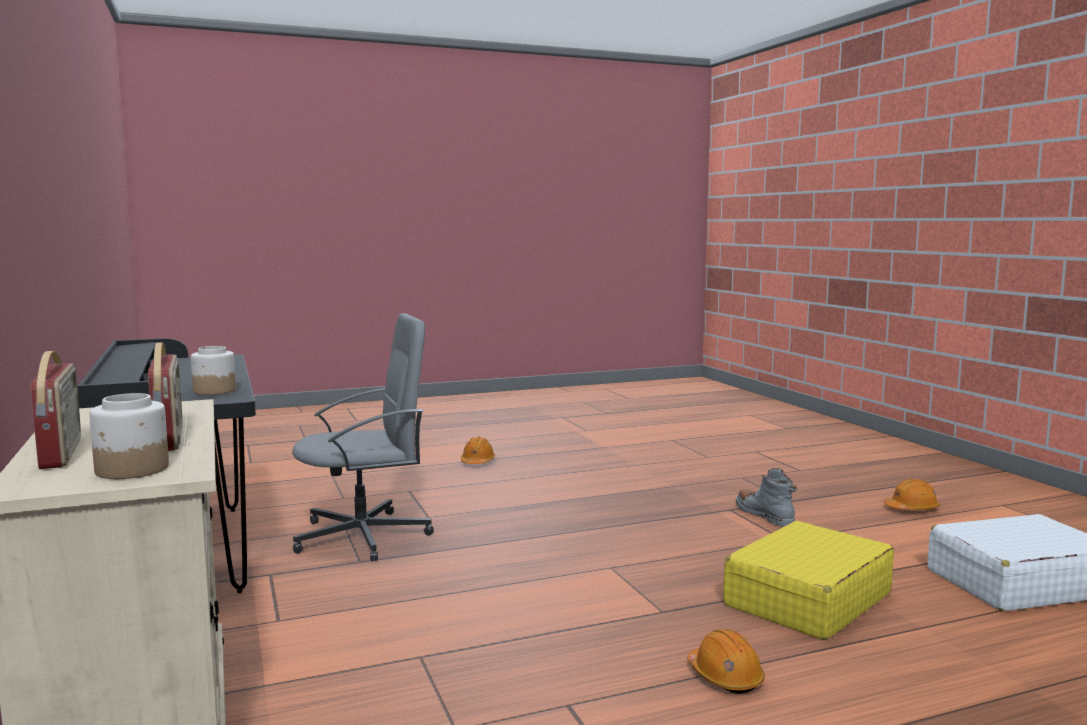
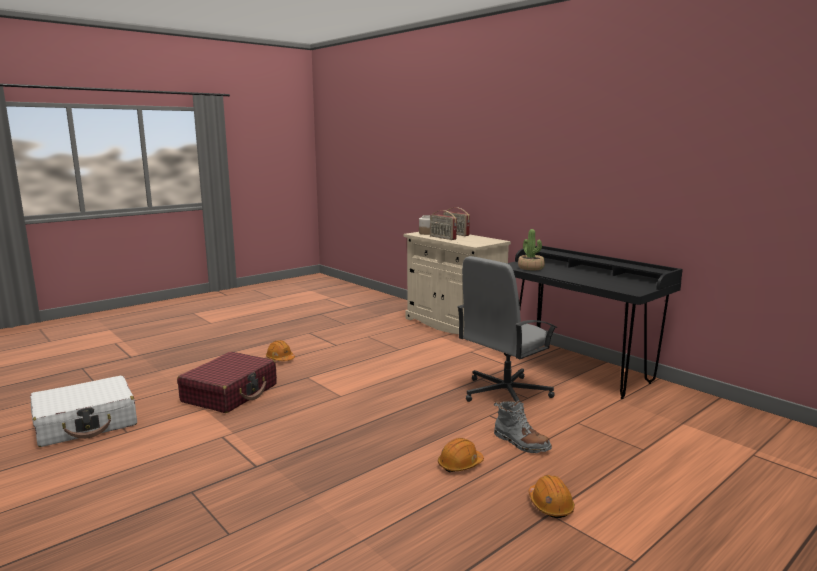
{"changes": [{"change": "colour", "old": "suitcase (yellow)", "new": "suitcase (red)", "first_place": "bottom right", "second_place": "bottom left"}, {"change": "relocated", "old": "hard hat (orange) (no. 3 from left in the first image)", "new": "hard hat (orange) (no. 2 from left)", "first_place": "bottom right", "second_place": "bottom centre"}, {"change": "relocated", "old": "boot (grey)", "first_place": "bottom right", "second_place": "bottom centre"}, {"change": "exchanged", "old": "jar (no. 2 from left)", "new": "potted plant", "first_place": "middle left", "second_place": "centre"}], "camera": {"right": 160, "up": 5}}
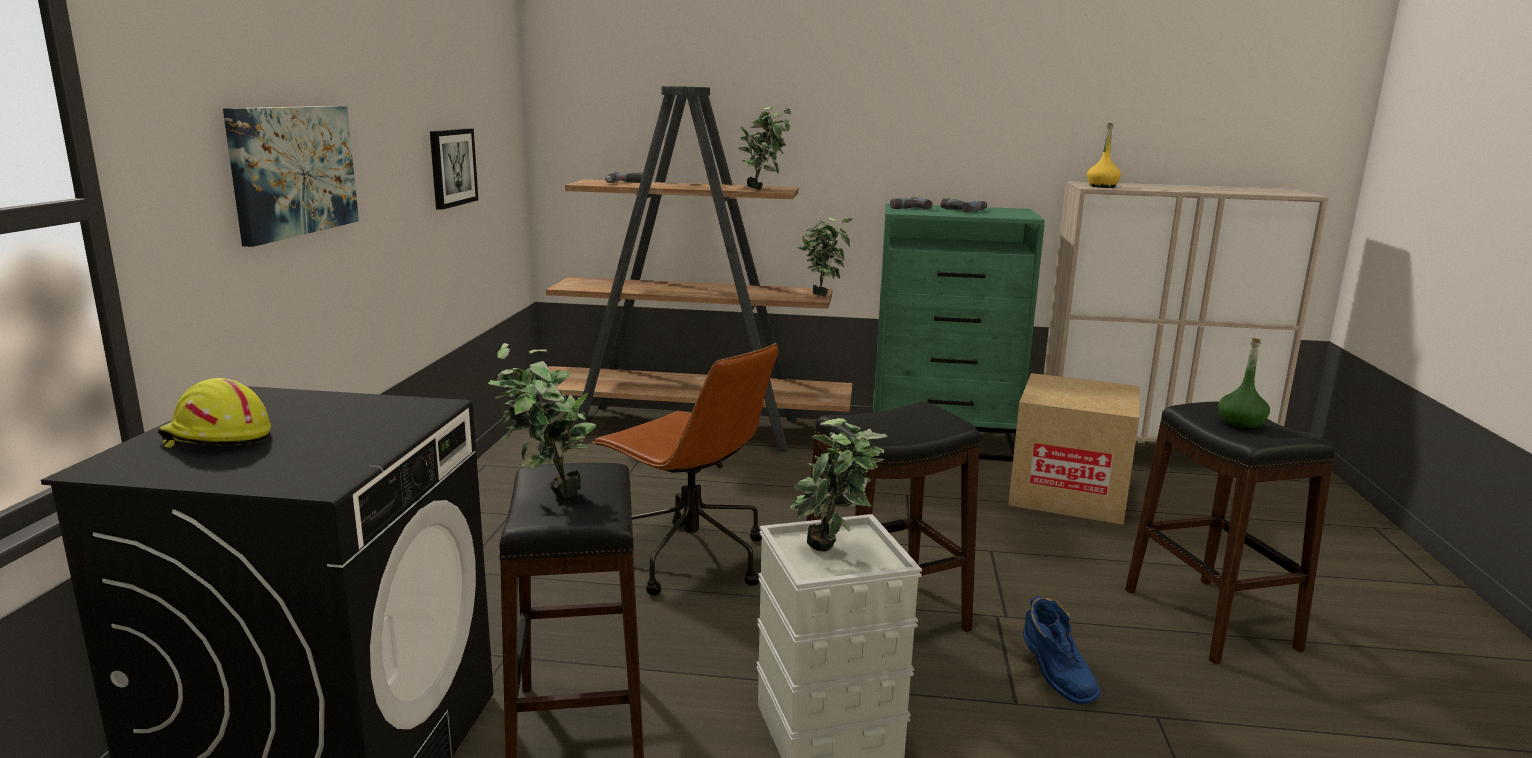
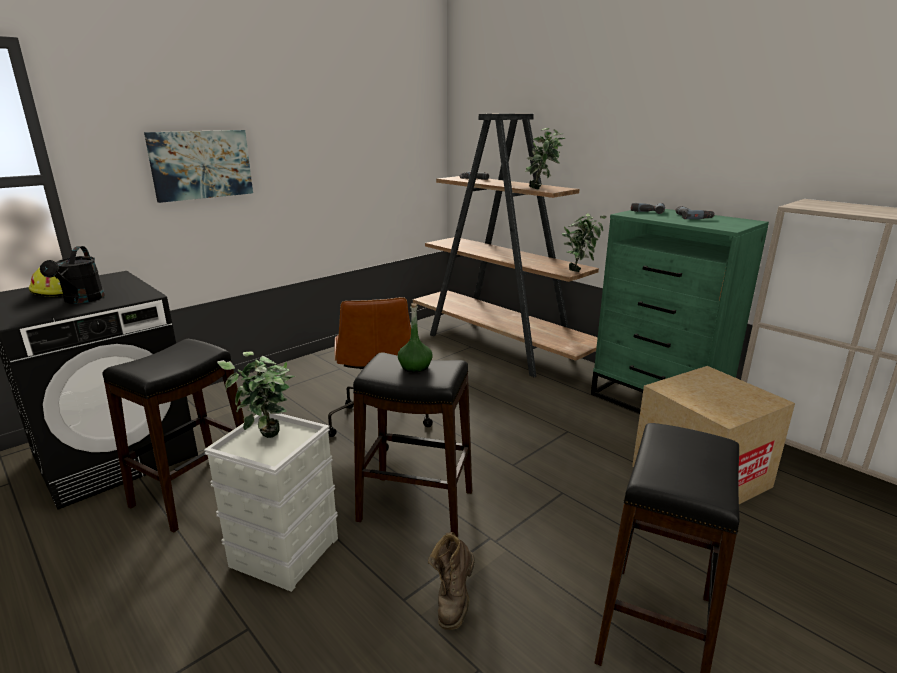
{"changes": [{"change": "appeared", "new": "watering can (black)", "second_place": "middle left"}, {"change": "relocated", "old": "bottle (green)", "first_place": "middle right", "second_place": "centre"}, {"change": "colour", "old": "boot (blue)", "new": "boot (brown)", "first_place": "bottom right", "second_place": "bottom centre"}, {"change": "missing", "old": "picture (no. 2 from left)", "first_place": "top left"}, {"change": "missing", "old": "potted plant (no. 1 from left)", "first_place": "centre"}, {"change": "missing", "old": "bottle (yellow)", "first_place": "top right"}], "camera": {"right": 40, "up": 5}}
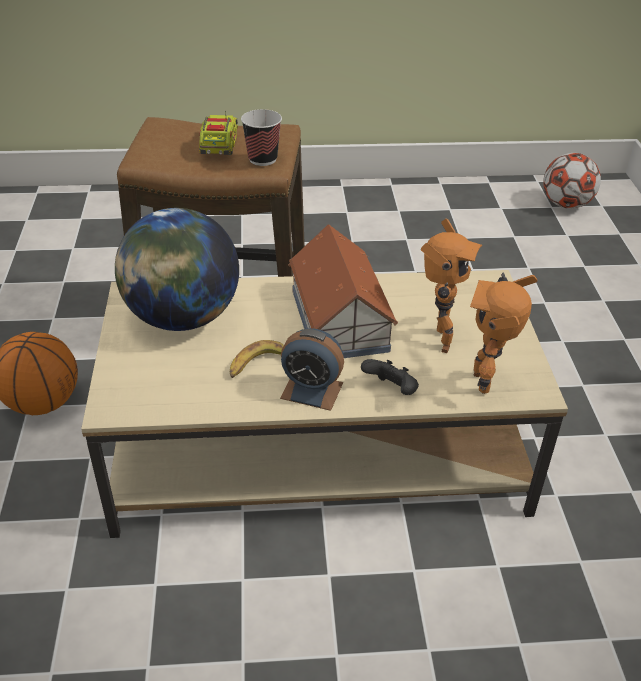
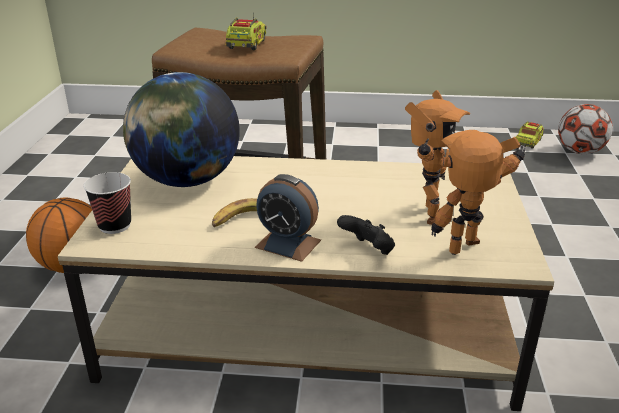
{"changes": [{"change": "relocated", "old": "cup", "first_place": "top centre", "second_place": "middle left"}, {"change": "spun", "old": "toy robot (no. 2 from left)", "first_place": "middle right", "second_place": "middle right", "degrees": 45}, {"change": "appeared", "new": "toy truck (no. 2 from left)", "second_place": "top right"}, {"change": "missing", "old": "toy house", "first_place": "centre"}], "camera": {"right": 10, "up": -10}}
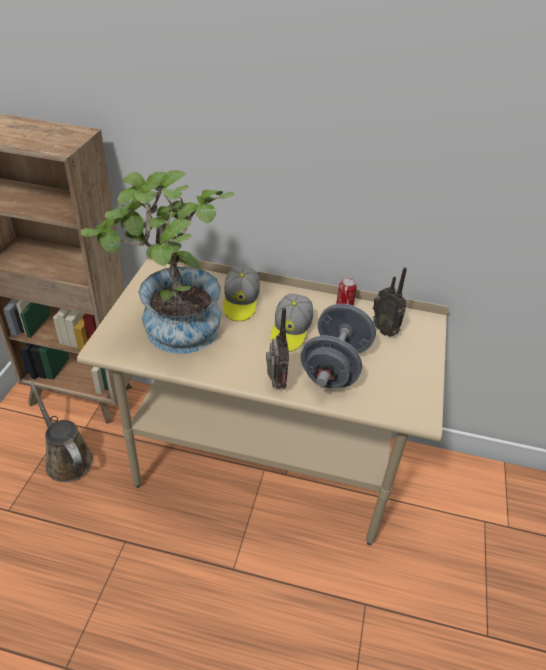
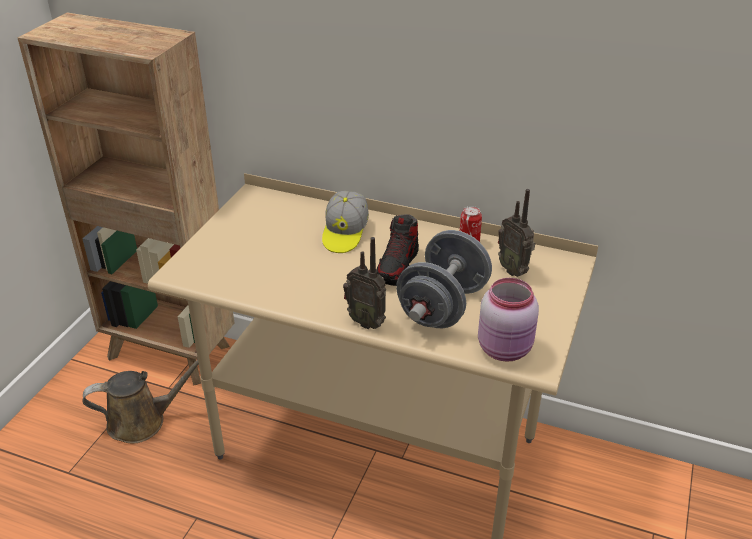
{"changes": [{"change": "spun", "old": "watering can (brown)", "first_place": "middle left", "second_place": "bottom left", "degrees": 105}, {"change": "spun", "old": "radio (no. 1 from left)", "first_place": "centre", "second_place": "centre", "degrees": 120}, {"change": "exchanged", "old": "cap (no. 2 from left)", "new": "shoe", "first_place": "centre", "second_place": "centre"}, {"change": "appeared", "new": "jar (pink)", "second_place": "middle right"}, {"change": "missing", "old": "potted plant", "first_place": "middle left"}], "camera": {"right": 10, "up": -5}}
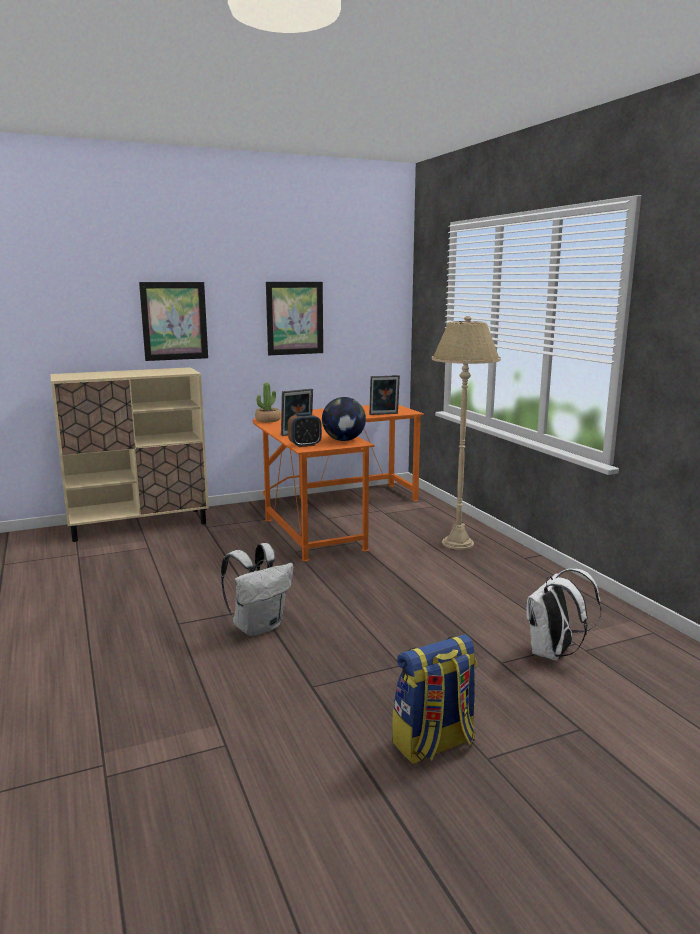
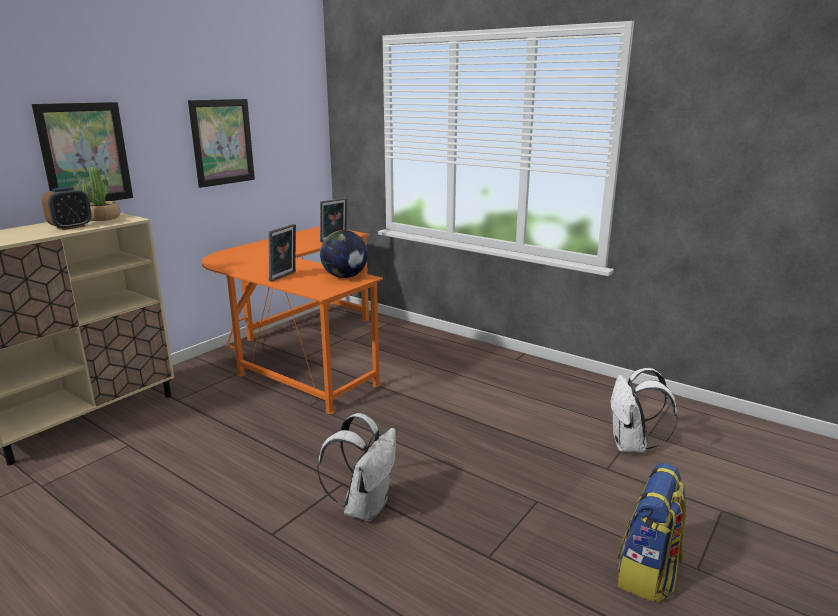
{"changes": [{"change": "relocated", "old": "alarm clock", "first_place": "centre", "second_place": "middle left"}, {"change": "relocated", "old": "potted plant", "first_place": "centre", "second_place": "top left"}, {"change": "missing", "old": "floor lamp (beige)", "first_place": "centre"}], "camera": {"right": -30, "up": 5}}
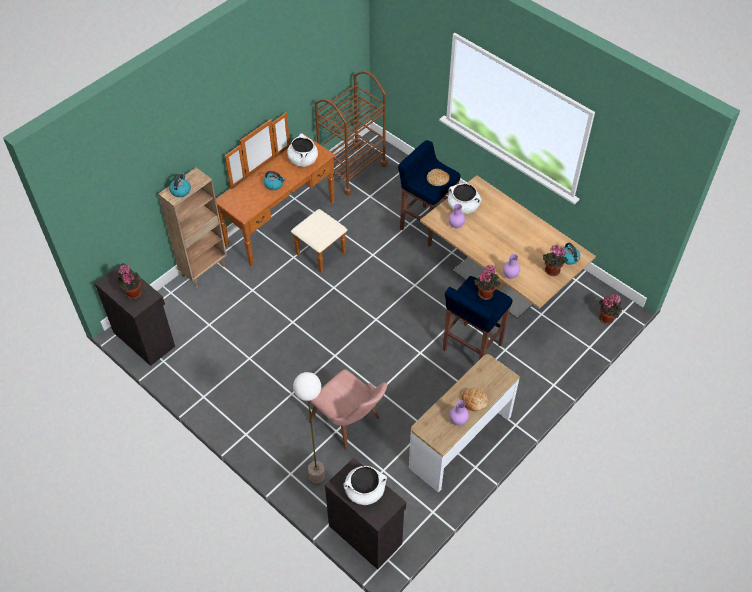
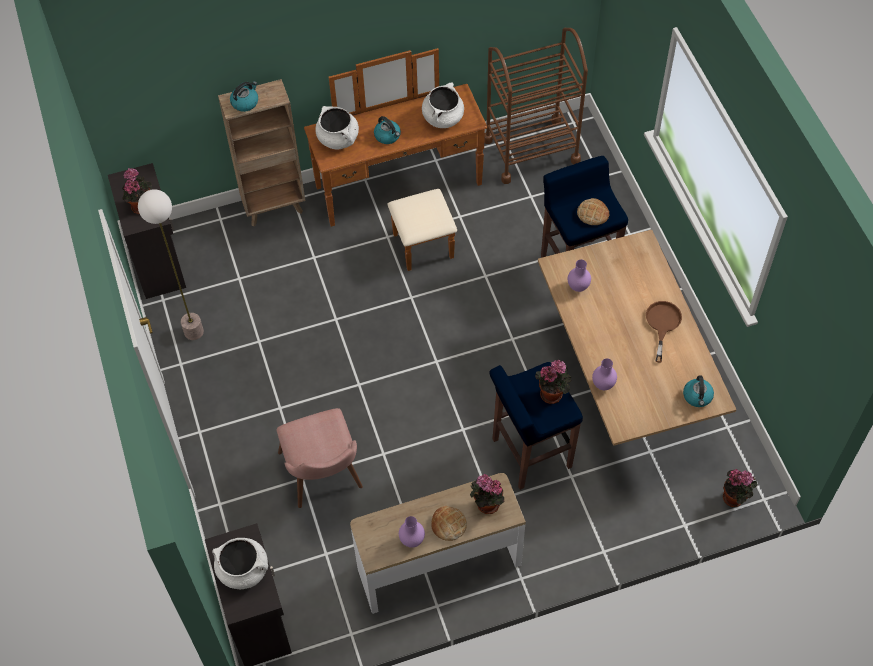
{"changes": [{"change": "relocated", "old": "floor lamp", "first_place": "bottom centre", "second_place": "middle left"}, {"change": "relocated", "old": "cooking pot (white) (no. 3 from left in the first image)", "new": "cooking pot (white) (no. 2 from left)", "first_place": "centre", "second_place": "top centre"}, {"change": "relocated", "old": "potted plant (no. 3 from left in the first image)", "new": "potted plant (no. 2 from left)", "first_place": "middle right", "second_place": "bottom centre"}, {"change": "appeared", "new": "frying pan (brown)", "second_place": "middle right"}], "camera": {"right": 30, "up": 5}}
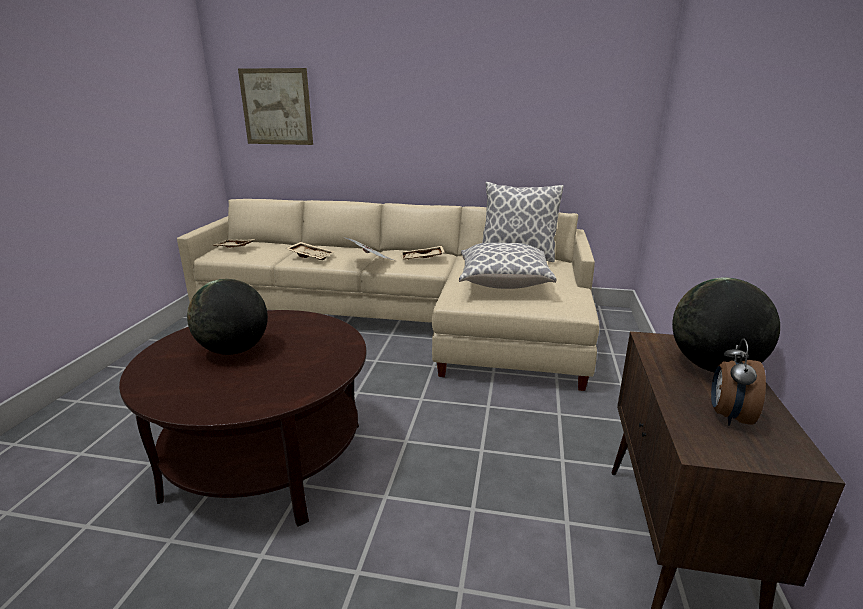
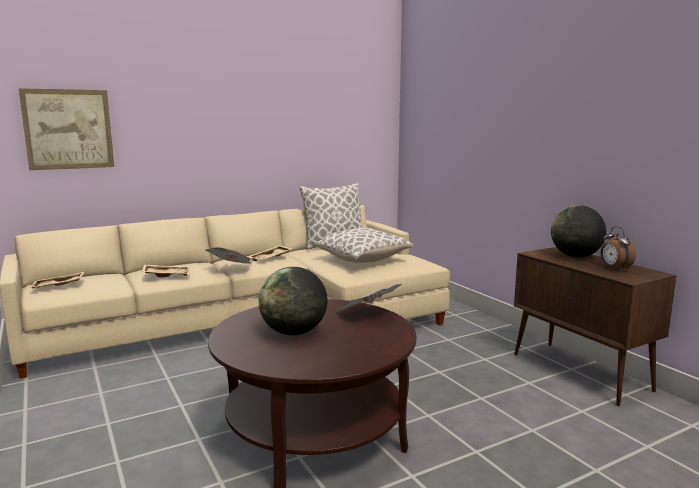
{"changes": [{"change": "appeared", "new": "newspaper (no. 2 from left)", "second_place": "centre"}], "camera": {"right": -40, "up": -10}}
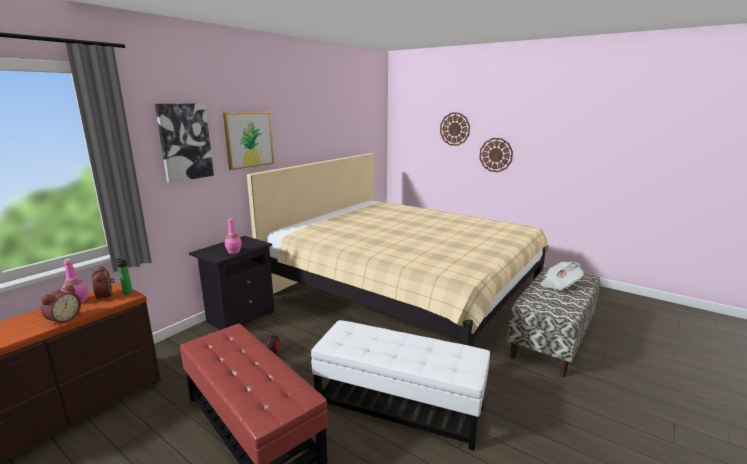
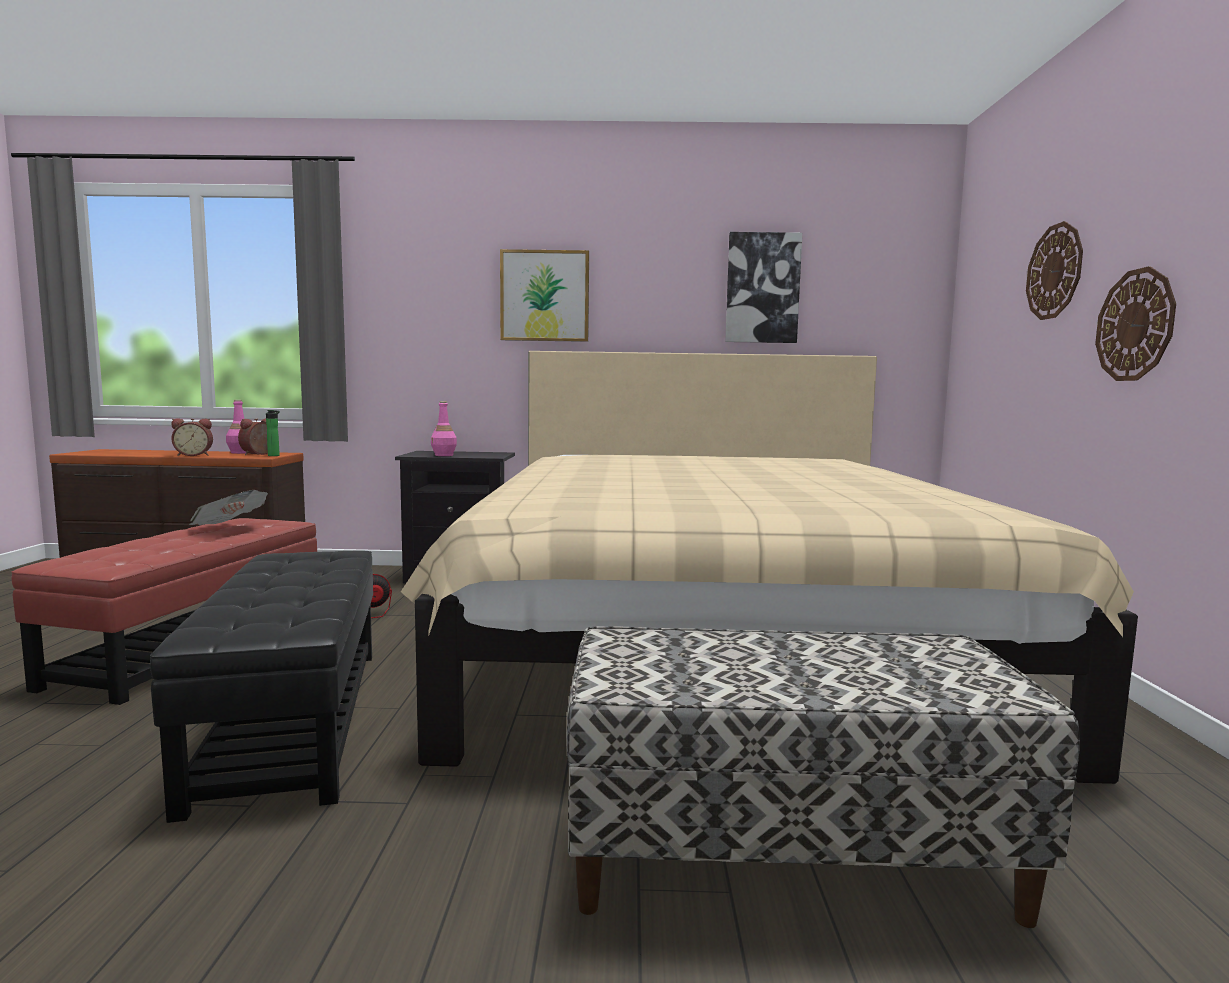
{"changes": [{"change": "colour", "old": "ottoman (white)", "new": "ottoman (black)", "first_place": "bottom centre", "second_place": "bottom left"}, {"change": "relocated", "old": "newspaper", "first_place": "middle right", "second_place": "middle left"}, {"change": "relocated", "old": "picture (no. 1 from left in the first image)", "new": "picture (no. 2 from left)", "first_place": "top left", "second_place": "top centre"}], "camera": {"right": 55, "up": -10}}
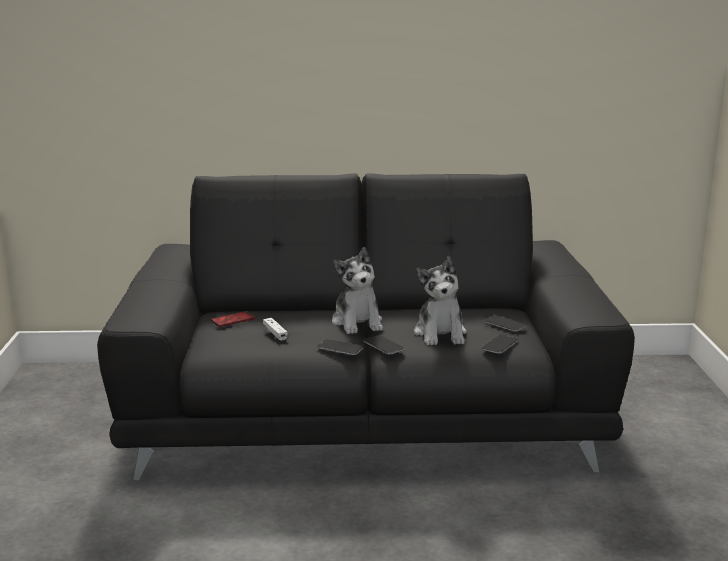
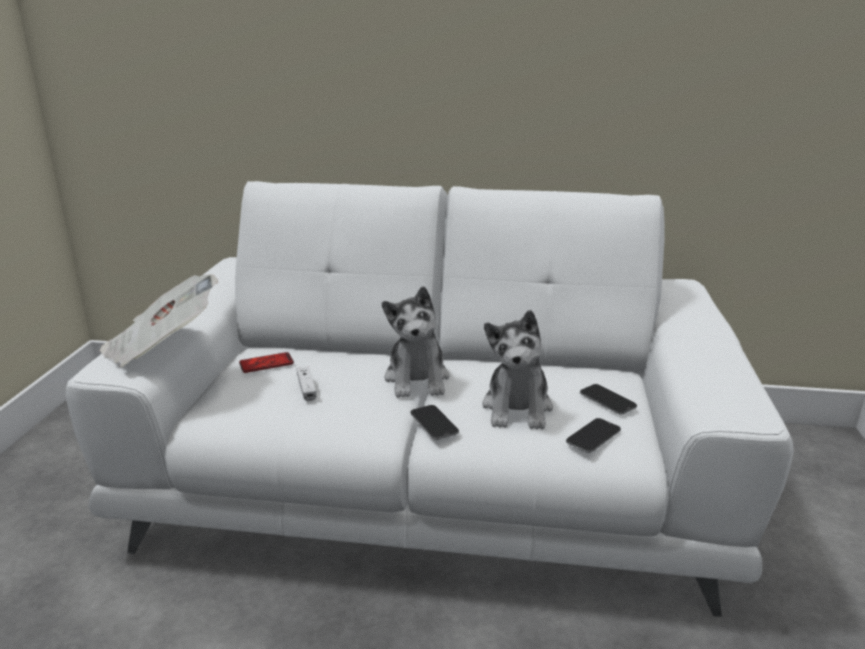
{"changes": [{"change": "colour", "old": "sofa (black)", "new": "sofa (white)", "first_place": "centre", "second_place": "centre"}, {"change": "appeared", "new": "newspaper", "second_place": "middle left"}, {"change": "missing", "old": "phone (no. 2 from left)", "first_place": "centre"}], "camera": {"right": 10, "up": 5}}
